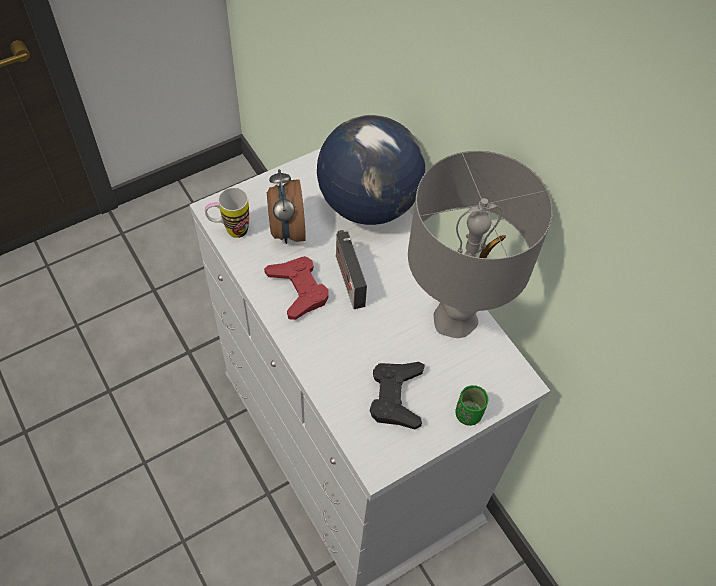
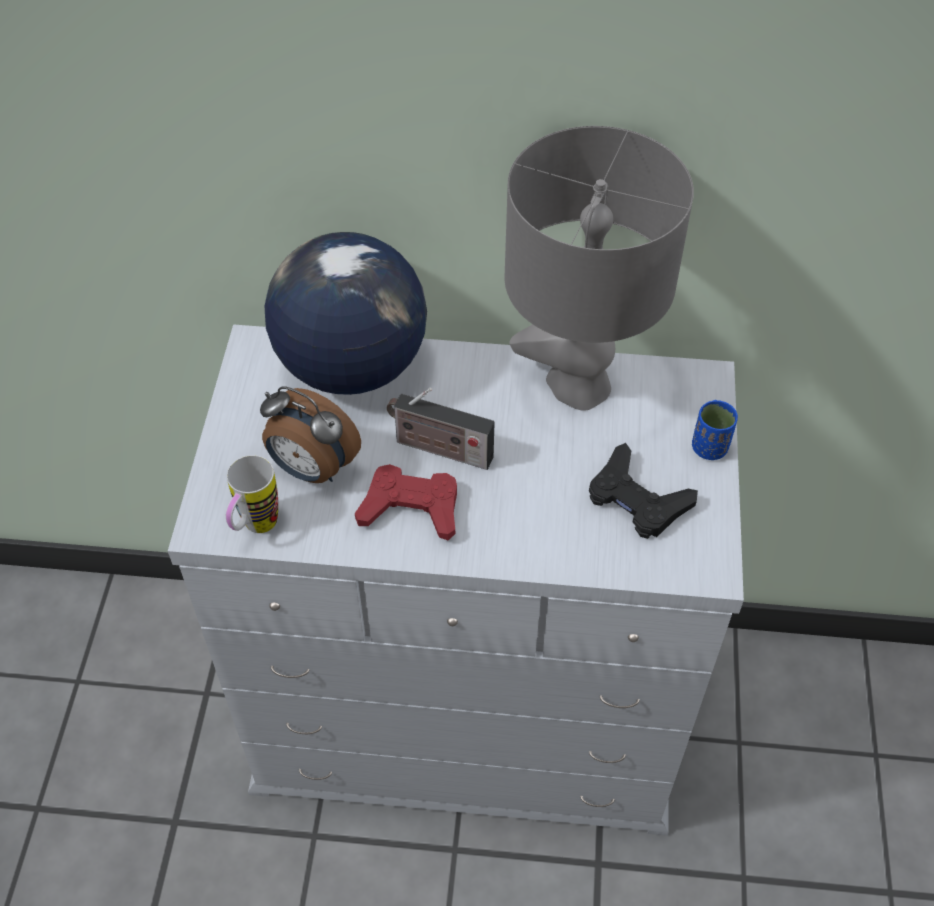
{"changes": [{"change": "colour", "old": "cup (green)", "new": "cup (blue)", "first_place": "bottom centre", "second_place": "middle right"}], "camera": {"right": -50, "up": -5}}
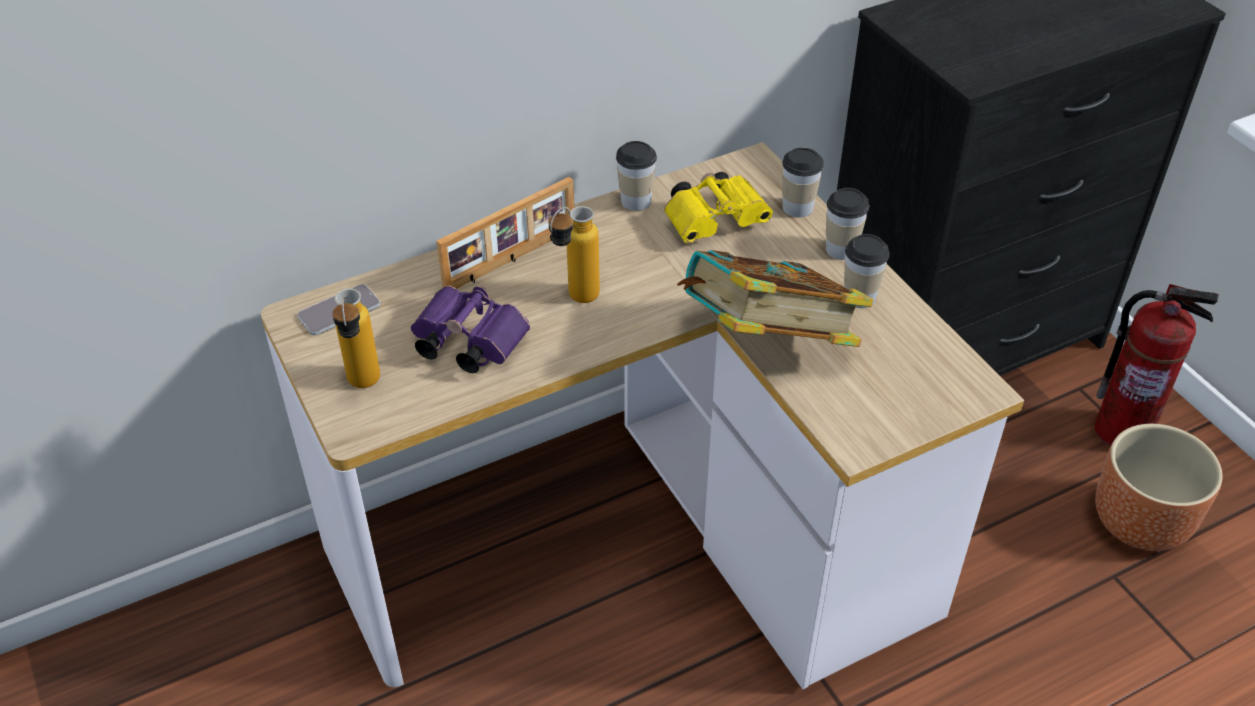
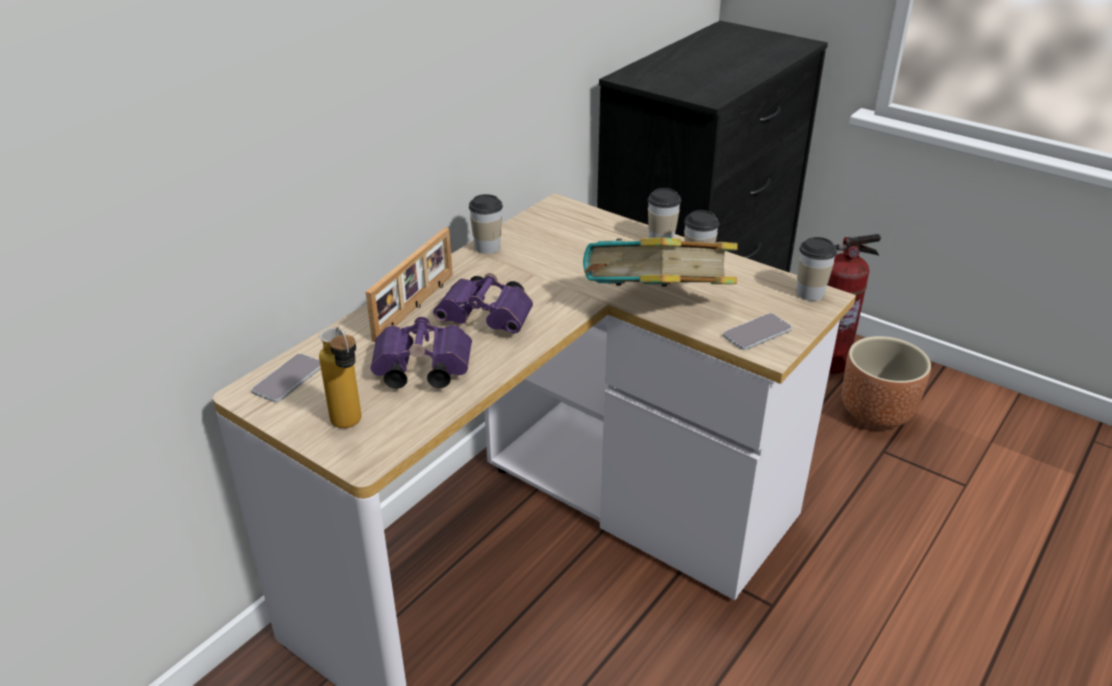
{"changes": [{"change": "exchanged", "old": "bottle (no. 2 from left)", "new": "binoculars (purple) (no. 2 from left)", "first_place": "centre", "second_place": "centre"}, {"change": "appeared", "new": "phone (no. 2 from left)", "second_place": "middle right"}, {"change": "relocated", "old": "cup (no. 2 from left in the first image)", "new": "cup (no. 4 from left)", "first_place": "top centre", "second_place": "middle right"}, {"change": "missing", "old": "binoculars (yellow)", "first_place": "top centre"}], "camera": {"right": -25, "up": -10}}
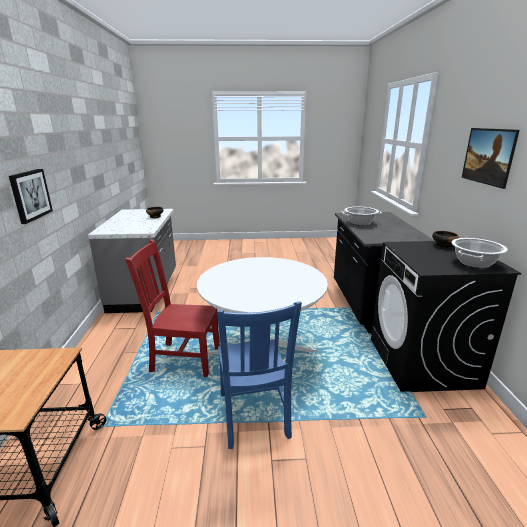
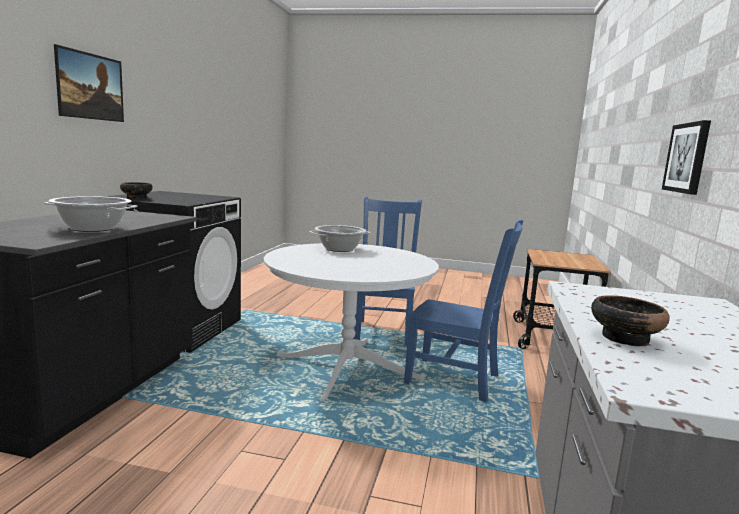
{"changes": [{"change": "relocated", "old": "cooking pot (no. 2 from left)", "first_place": "middle right", "second_place": "centre"}, {"change": "colour", "old": "chair (red)", "new": "chair (blue) (no. 2 from left)", "first_place": "middle left", "second_place": "centre"}], "camera": {"right": -165, "up": -10}}
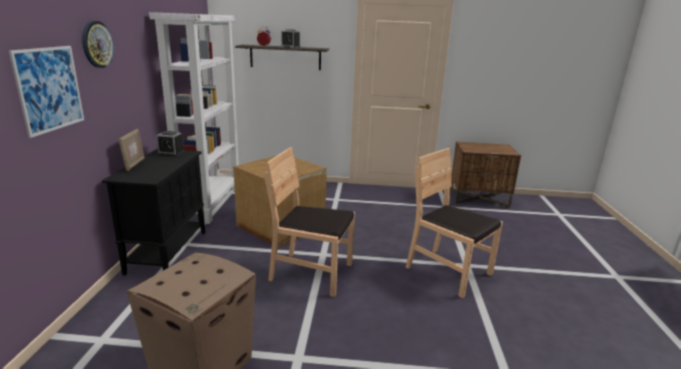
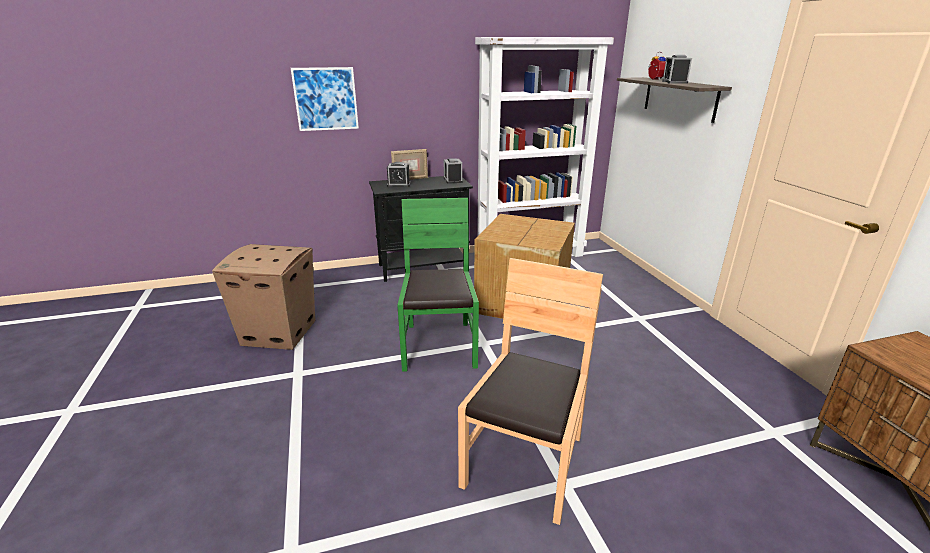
{"changes": [{"change": "appeared", "new": "alarm clock (no. 1 from left)", "second_place": "top centre"}, {"change": "colour", "old": "chair (brown) (no. 1 from left)", "new": "chair (green)", "first_place": "centre", "second_place": "centre"}, {"change": "missing", "old": "wall clock", "first_place": "top left"}], "camera": {"right": 70, "up": 5}}
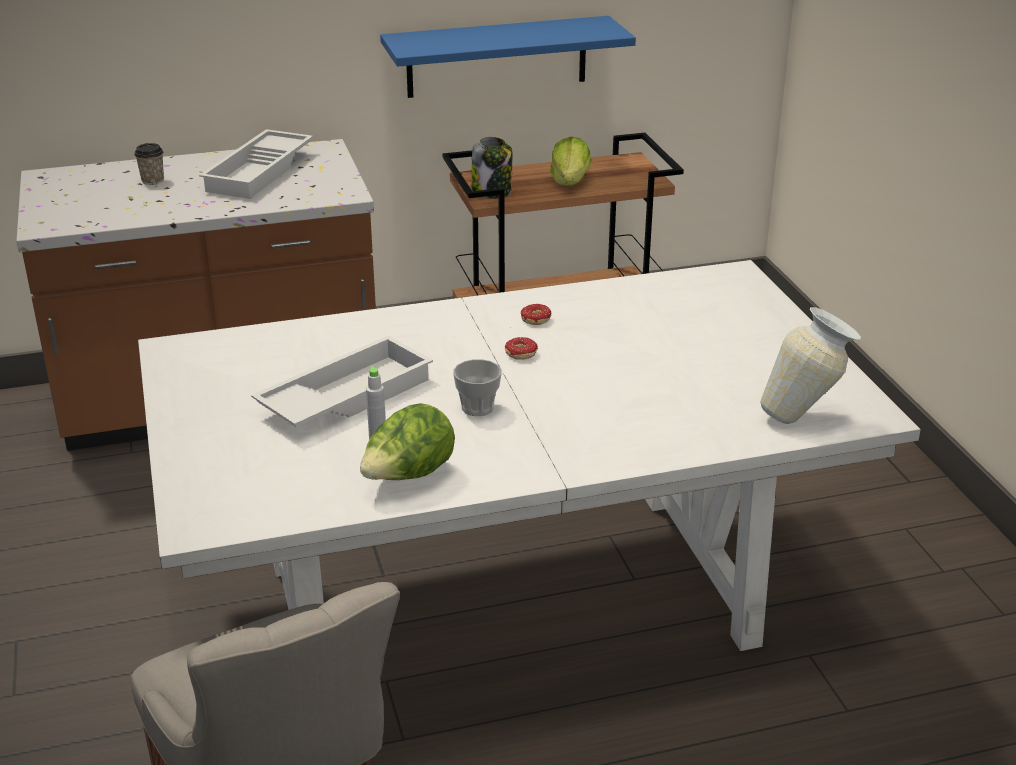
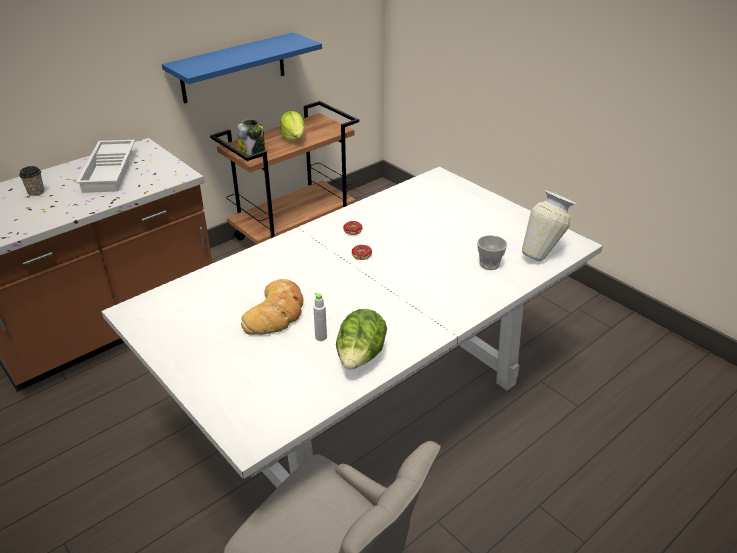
{"changes": [{"change": "exchanged", "old": "tray (white) (no. 2 from left)", "new": "bread", "first_place": "centre", "second_place": "centre"}, {"change": "relocated", "old": "cup (no. 2 from left)", "first_place": "centre", "second_place": "middle right"}], "camera": {"right": -25, "up": 5}}
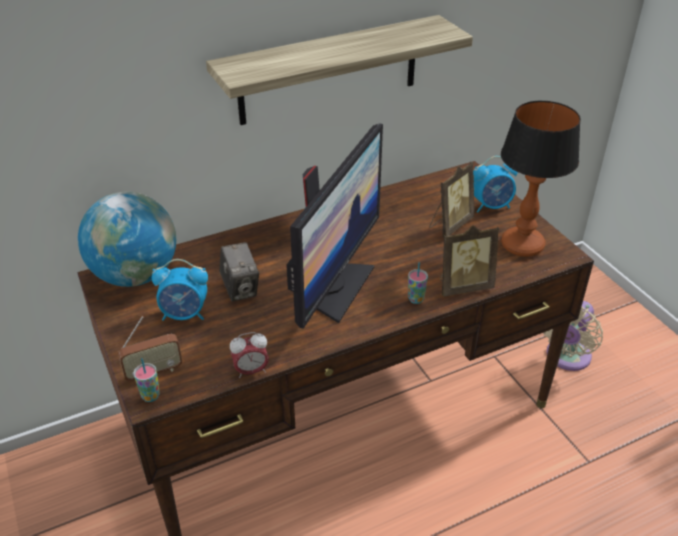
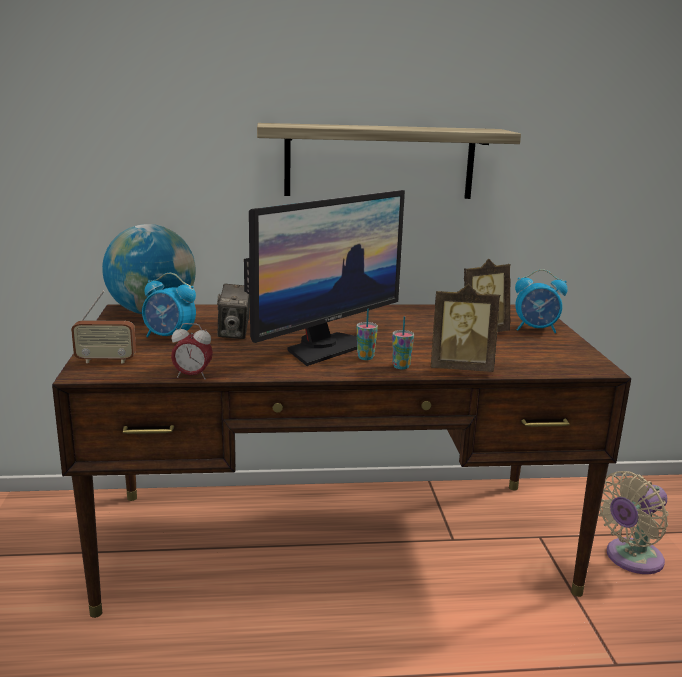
{"changes": [{"change": "relocated", "old": "cup (no. 1 from left)", "first_place": "bottom left", "second_place": "centre"}, {"change": "missing", "old": "table lamp", "first_place": "middle right"}], "camera": {"right": 20, "up": -20}}
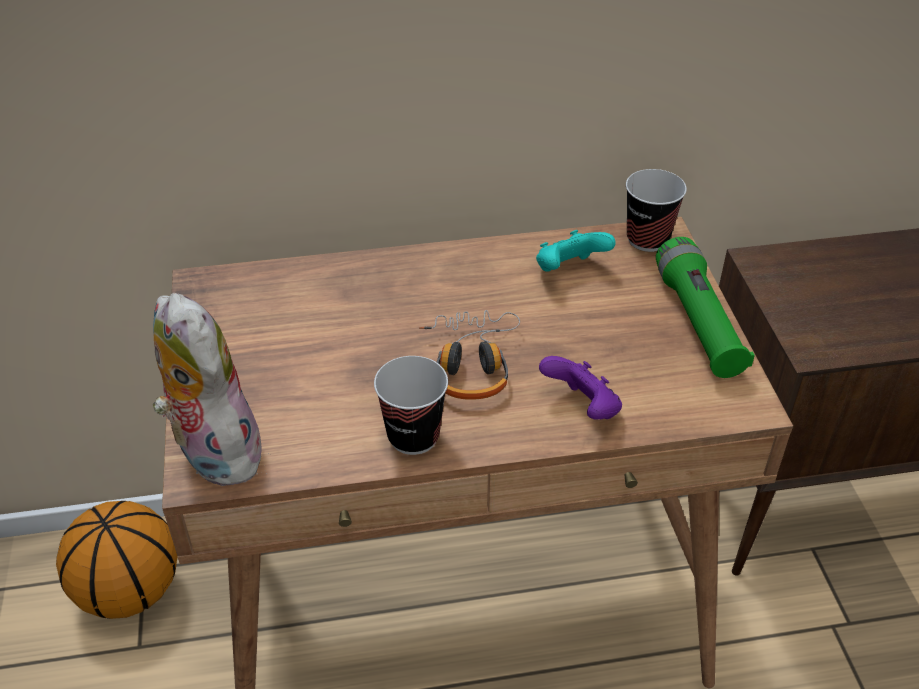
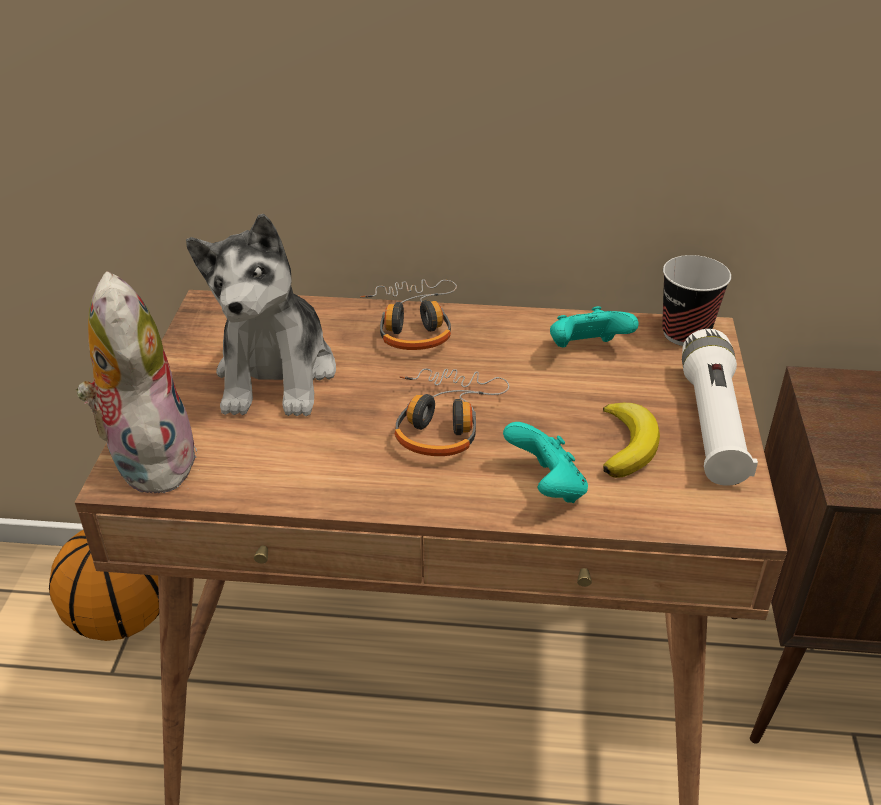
{"changes": [{"change": "appeared", "new": "plush toy (no. 2 from left)", "second_place": "middle left"}, {"change": "appeared", "new": "headphones (no. 1 from left)", "second_place": "centre"}, {"change": "colour", "old": "game controller (purple)", "new": "game controller (turquoise) (no. 1 from left)", "first_place": "centre", "second_place": "centre"}, {"change": "appeared", "new": "banana", "second_place": "middle right"}, {"change": "colour", "old": "flashlight (green)", "new": "flashlight (white)", "first_place": "middle right", "second_place": "middle right"}, {"change": "missing", "old": "cup (no. 1 from left)", "first_place": "centre"}], "camera": {"right": 15, "up": -5}}
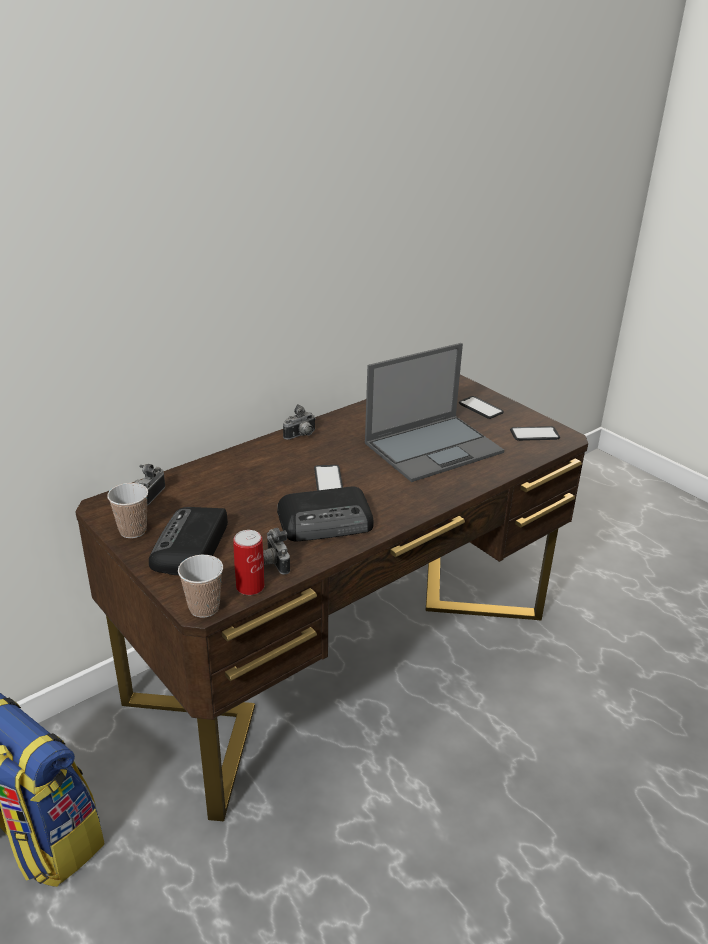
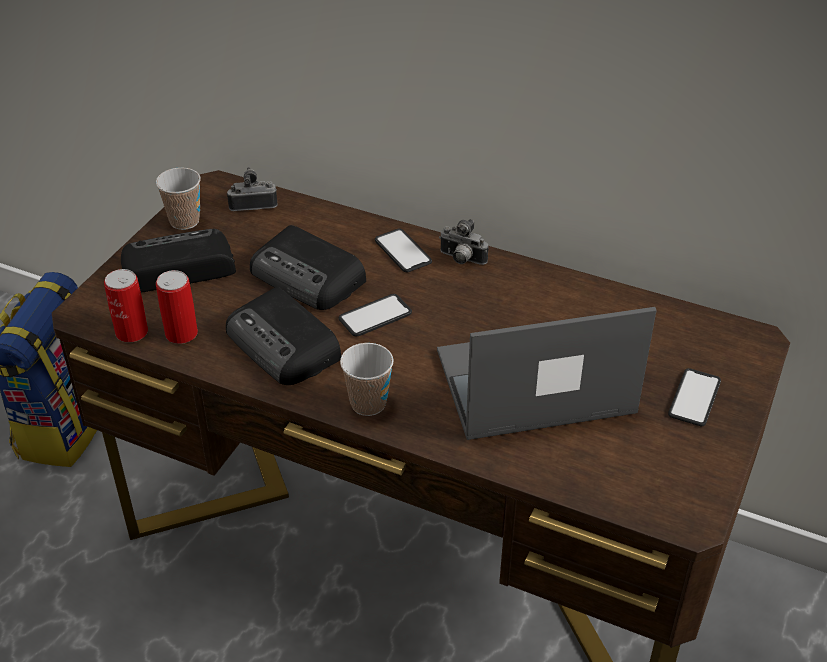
{"changes": [{"change": "exchanged", "old": "photo camera (no. 2 from left)", "new": "can (no. 2 from left)", "first_place": "centre", "second_place": "middle left"}, {"change": "appeared", "new": "radio (no. 3 from left)", "second_place": "centre"}, {"change": "relocated", "old": "cup (no. 2 from left)", "first_place": "middle left", "second_place": "centre"}, {"change": "relocated", "old": "phone (no. 3 from left in the first image)", "new": "phone (no. 2 from left)", "first_place": "middle right", "second_place": "centre"}, {"change": "spun", "old": "laptop", "first_place": "centre", "second_place": "centre", "degrees": 135}], "camera": {"right": 65, "up": 10}}
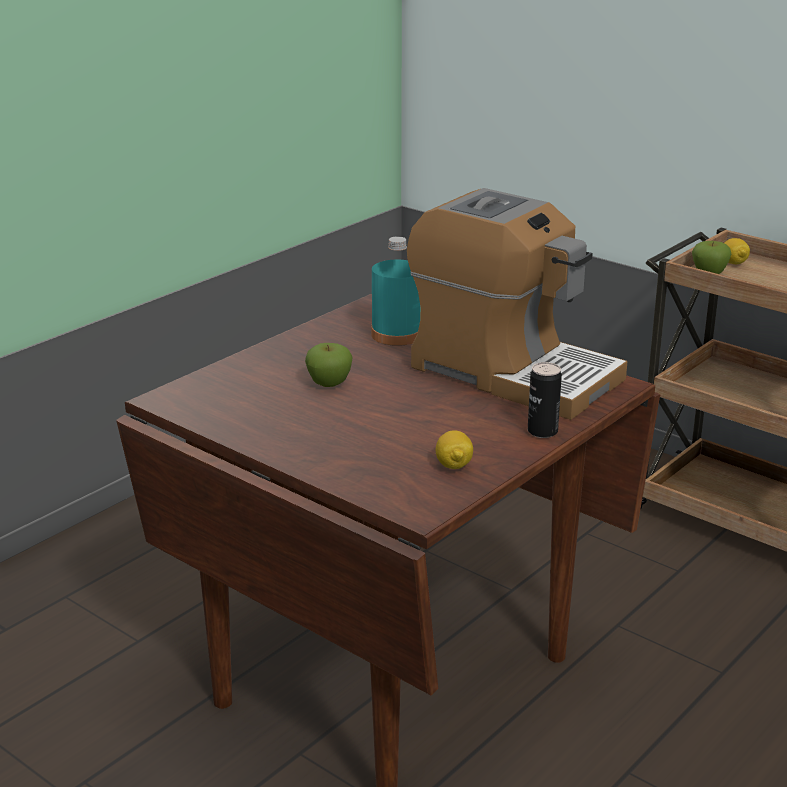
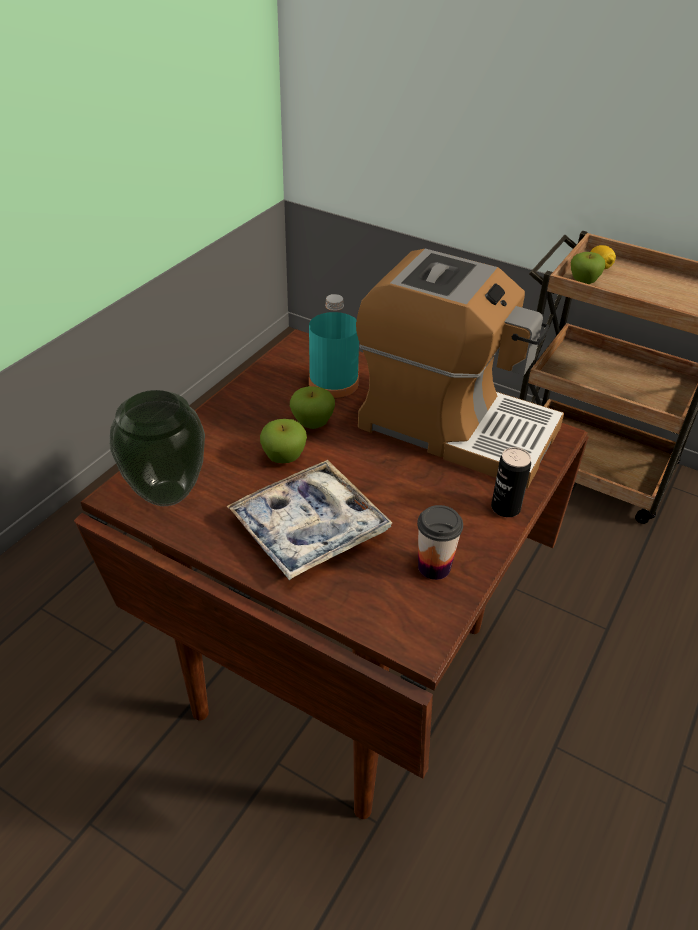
{"changes": [{"change": "appeared", "new": "vase", "second_place": "middle left"}, {"change": "appeared", "new": "tray", "second_place": "centre"}, {"change": "appeared", "new": "apple (no. 2 from left)", "second_place": "centre"}, {"change": "exchanged", "old": "lemon (no. 1 from left)", "new": "cup", "first_place": "centre", "second_place": "centre"}], "camera": {"right": -10, "up": 15}}
